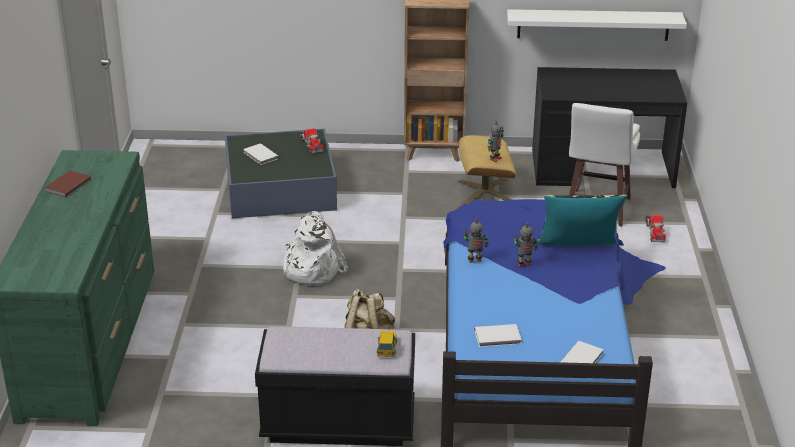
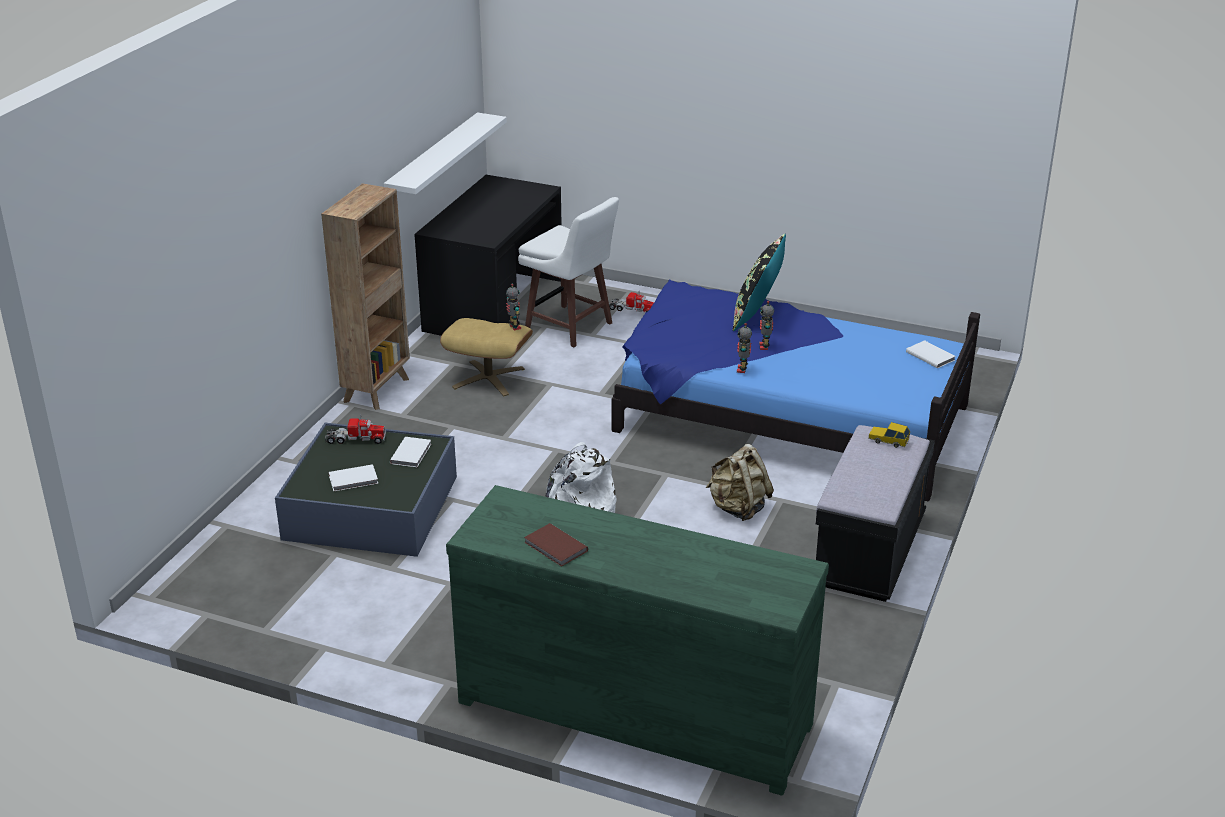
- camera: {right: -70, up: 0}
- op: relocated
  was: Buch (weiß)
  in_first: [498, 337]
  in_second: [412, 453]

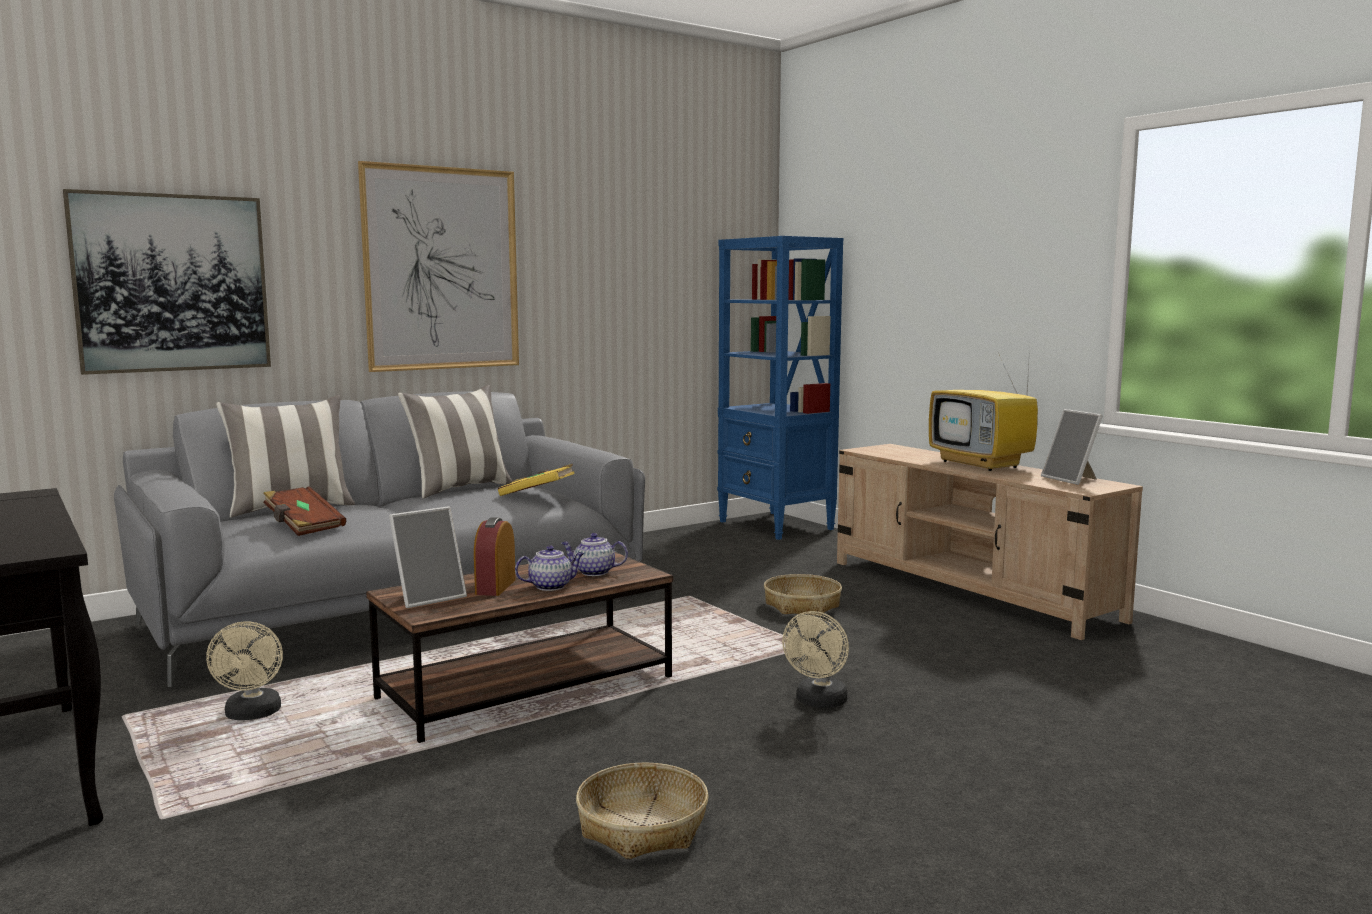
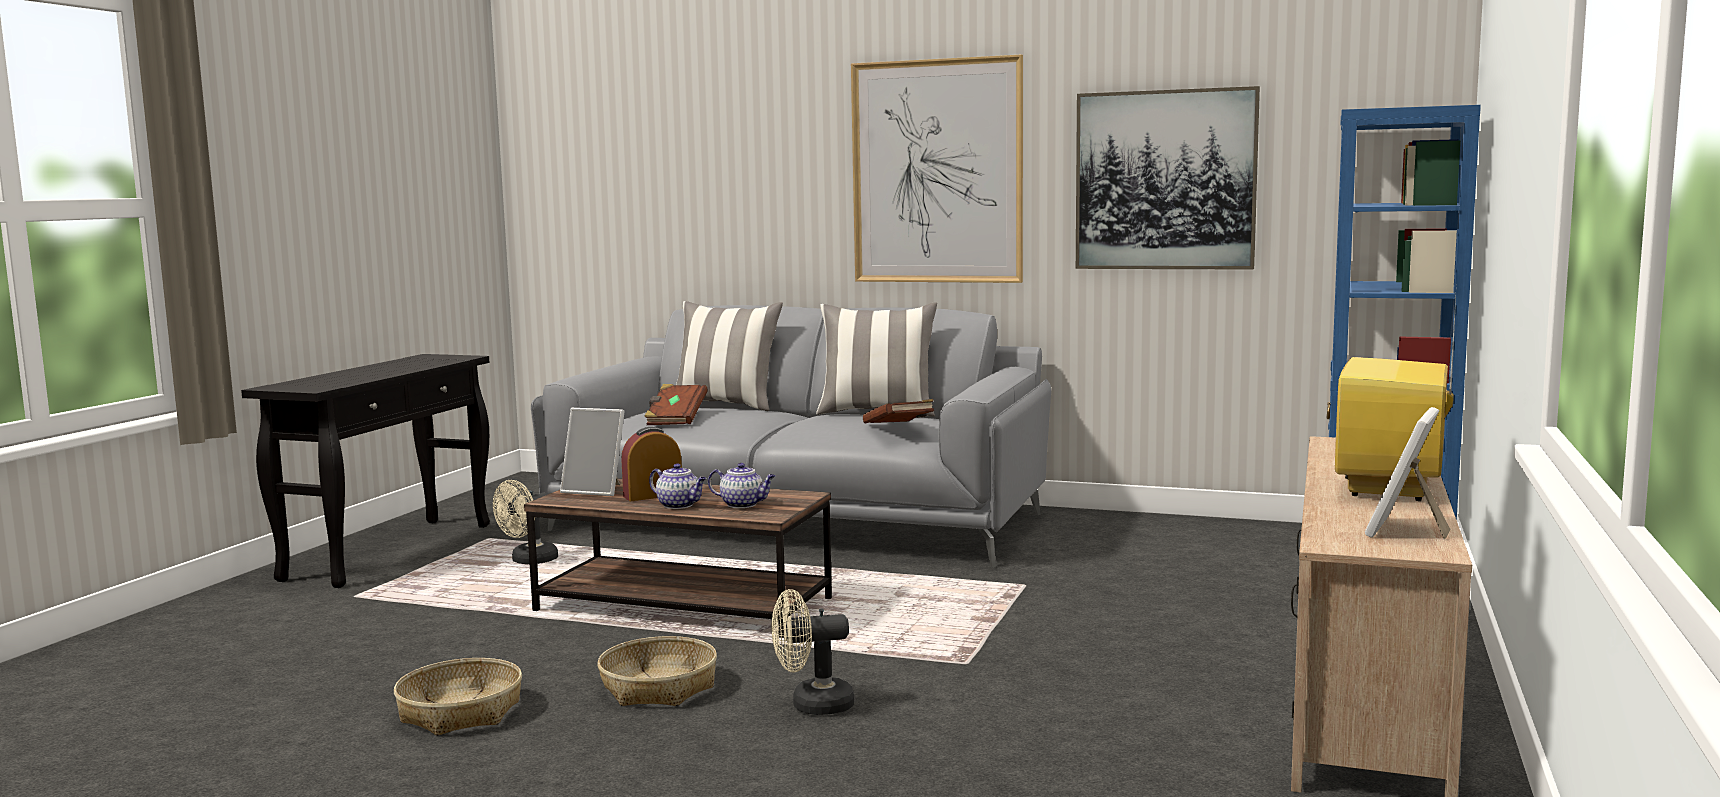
- camera: {right: 55, up: 0}
- op: relocated
  was: Bild
  in_first: [172, 283]
  in_second: [1165, 180]
- op: relocated
  was: Korb
  in_first: [802, 605]
  in_second: [658, 688]
- op: colour
  was: Buch (gelb)
  now: Buch (braun)
  in_first: [537, 494]
  in_second: [899, 428]
- op: spun
  was: Teekanne
  in_first: [593, 572]
  in_second: [743, 504]
  clockwise: 135

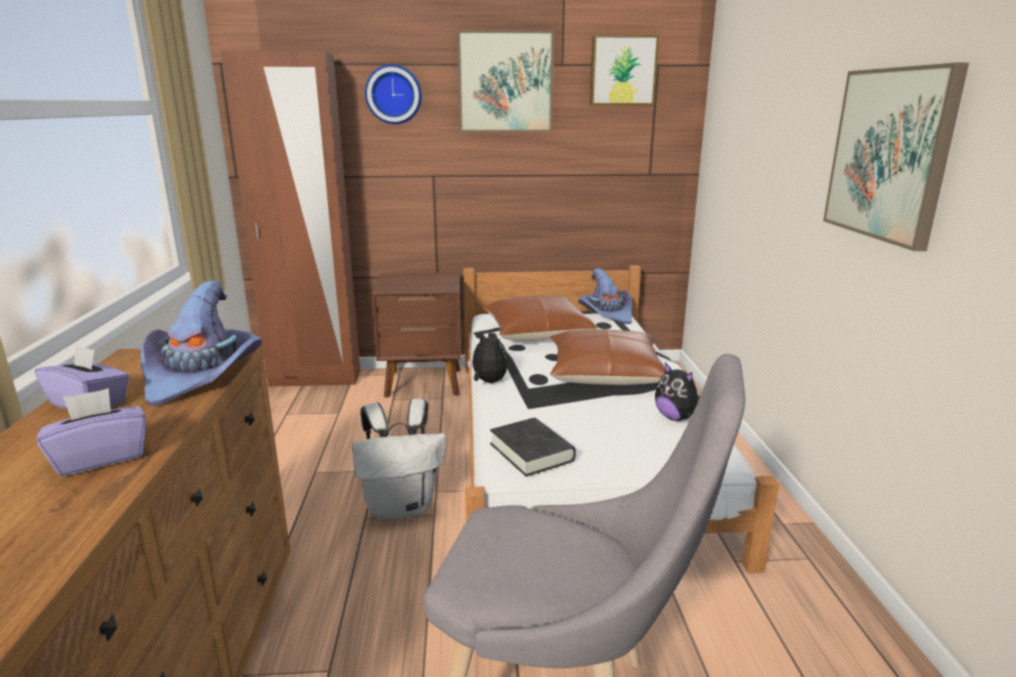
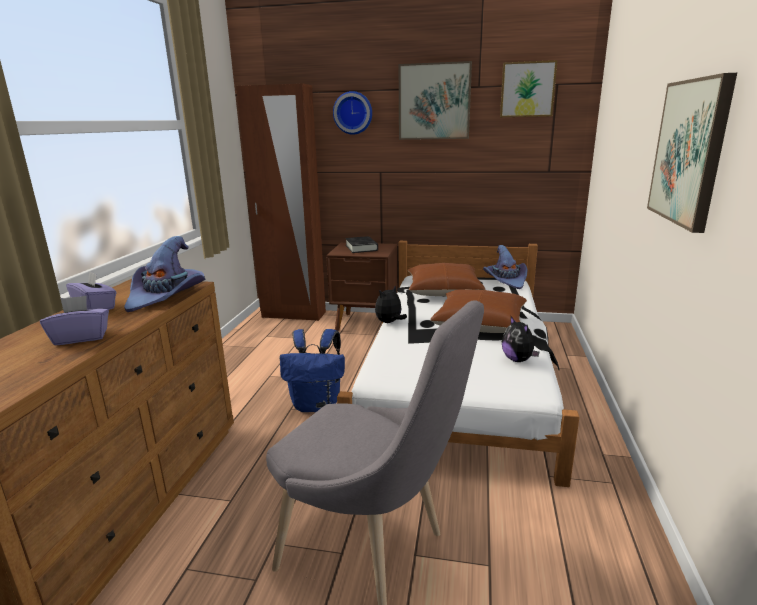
- camera: {right: 15, up: 0}
- op: relocated
  was: Buch (schwarz)
  in_first: [531, 452]
  in_second: [361, 248]
- op: colour
  was: Rucksack (weiß)
  now: Rucksack (blau)
  in_first: [402, 507]
  in_second: [317, 405]
- op: spun
  was: Plüschtier
  in_first: [487, 382]
  in_second: [389, 322]
  clockwise: -105

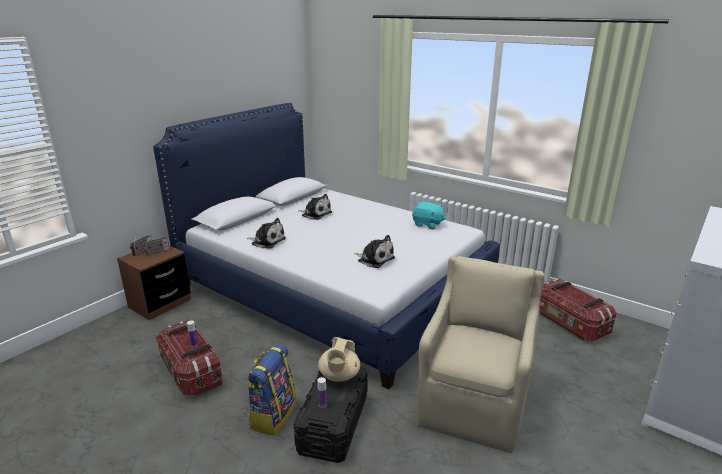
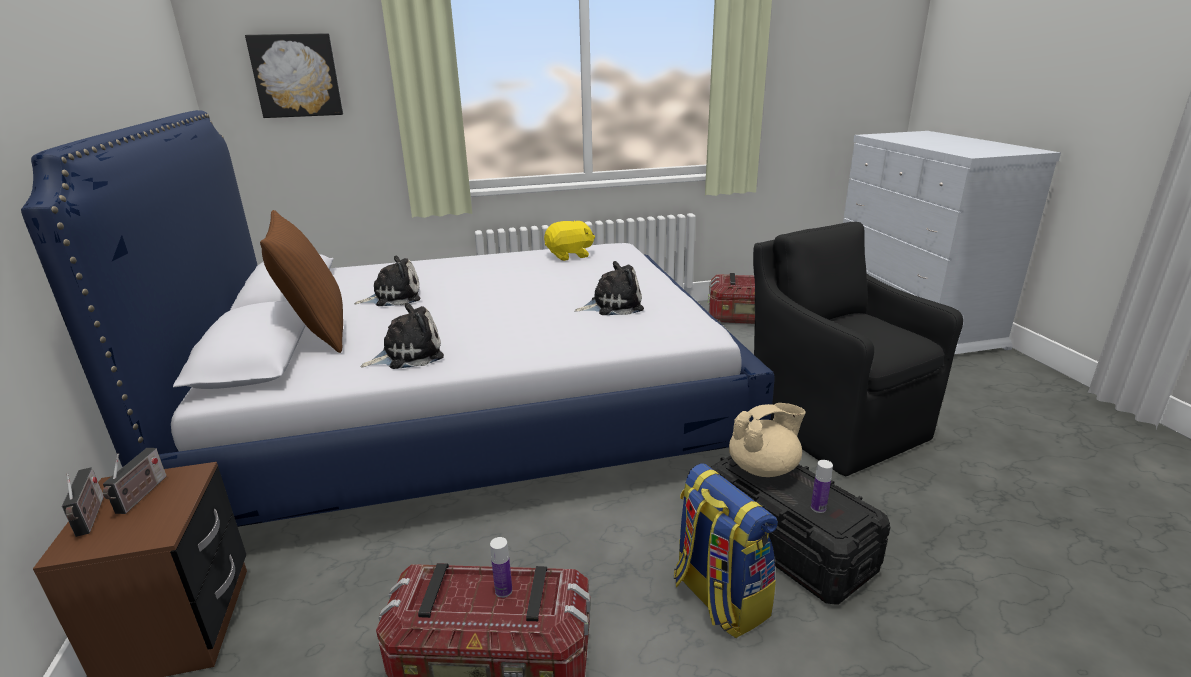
- camera: {right: -50, up: 0}
- op: appeared
  now: Bild
  in_second: [296, 76]
- op: appeared
  now: Kissen (braun)
  in_second: [317, 333]
- op: colour
  was: Plüschtier (türkis)
  now: Plüschtier (gelb)
  in_first: [427, 224]
  in_second: [569, 255]
- op: colour
  was: Sessel (beige)
  now: Sessel (schwarz)
  in_first: [474, 404]
  in_second: [833, 424]
- op: spun
  was: Teekanne (beige)
  in_first: [339, 376]
  in_second: [764, 468]
  clockwise: -75

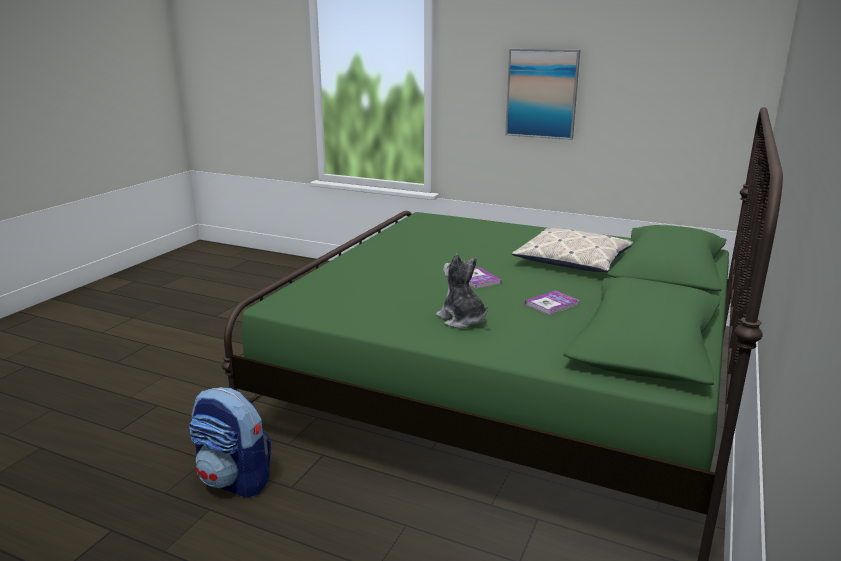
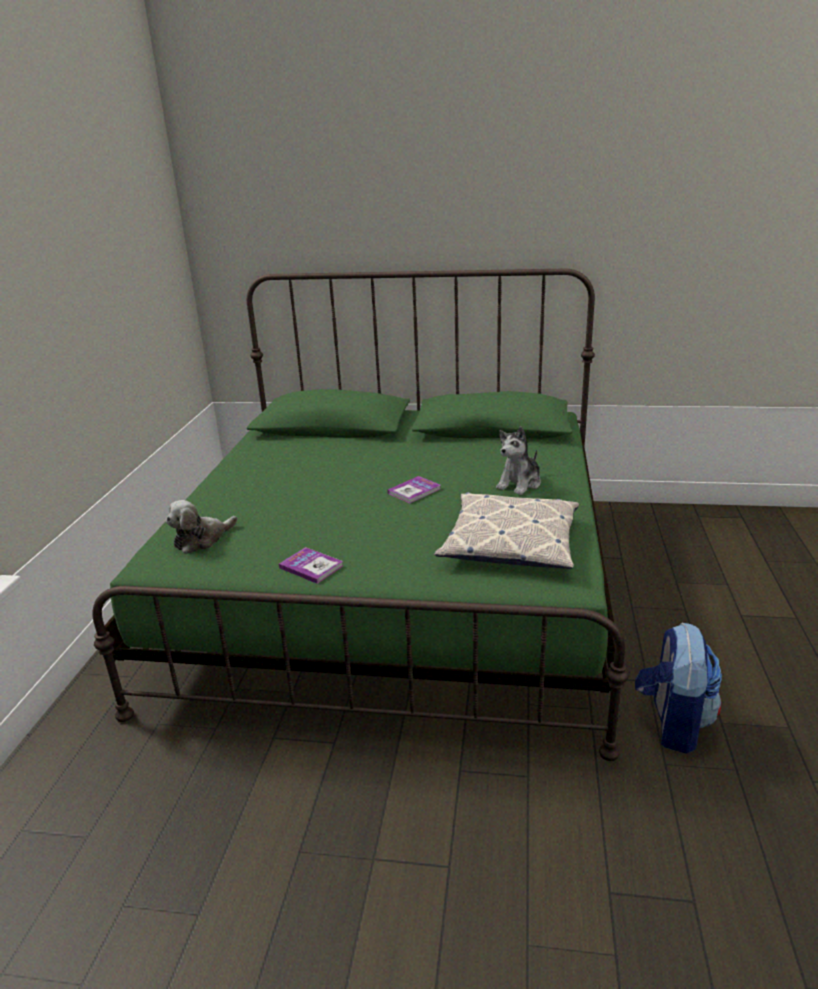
- camera: {right: -105, up: 5}
- op: missing
  was: Bild
  in_first: [542, 94]
- op: appeared
  now: Plüschtier
  in_second: [202, 539]
- op: relocated
  was: Kissen
  in_first: [573, 260]
  in_second: [510, 543]
- op: relocated
  was: Buch
  in_first: [552, 304]
  in_second: [311, 567]

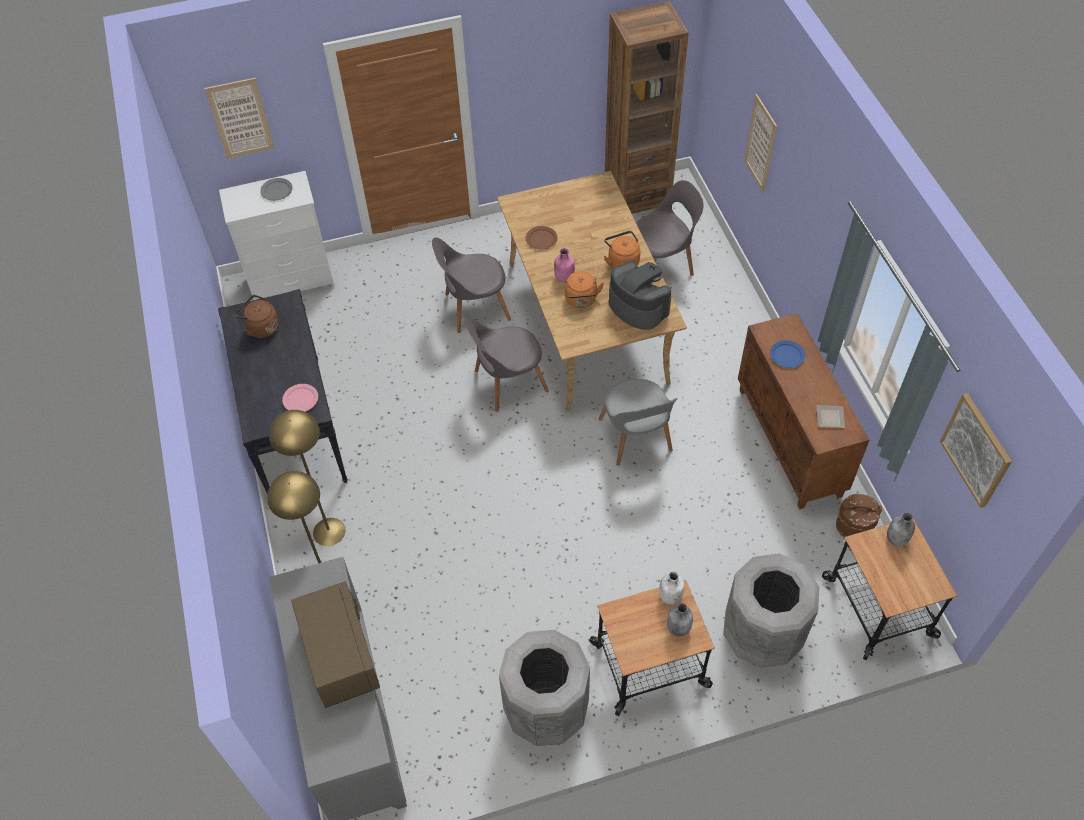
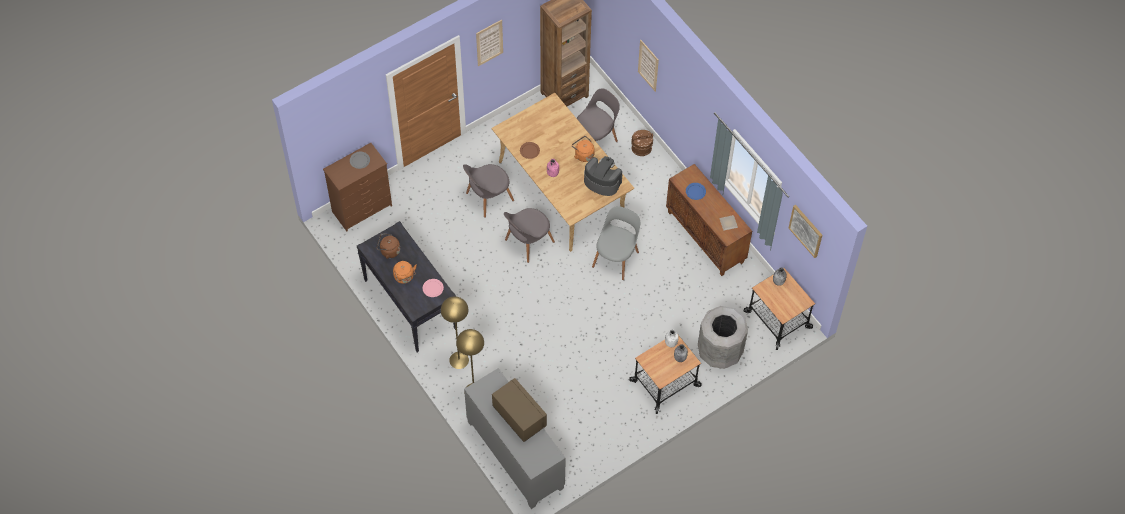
- camera: {right: -20, up: 5}
- op: missing
  was: Mülleimer (grau)
  in_first: [546, 710]
- op: relocated
  was: Bild
  in_first: [240, 118]
  in_second: [489, 42]
- op: relocated
  was: Wasserkessel (orange)
  in_first: [581, 300]
  in_second: [404, 277]
- op: relocated
  was: Eimer (braun)
  in_first: [853, 526]
  in_second: [641, 148]
- op: colour
  was: Kommode (weiß)
  now: Kommode (braun)
  in_first: [292, 281]
  in_second: [362, 208]
- op: spun
  was: Stuhl (grau)
  in_first: [635, 437]
  in_second: [616, 257]
  clockwise: -120

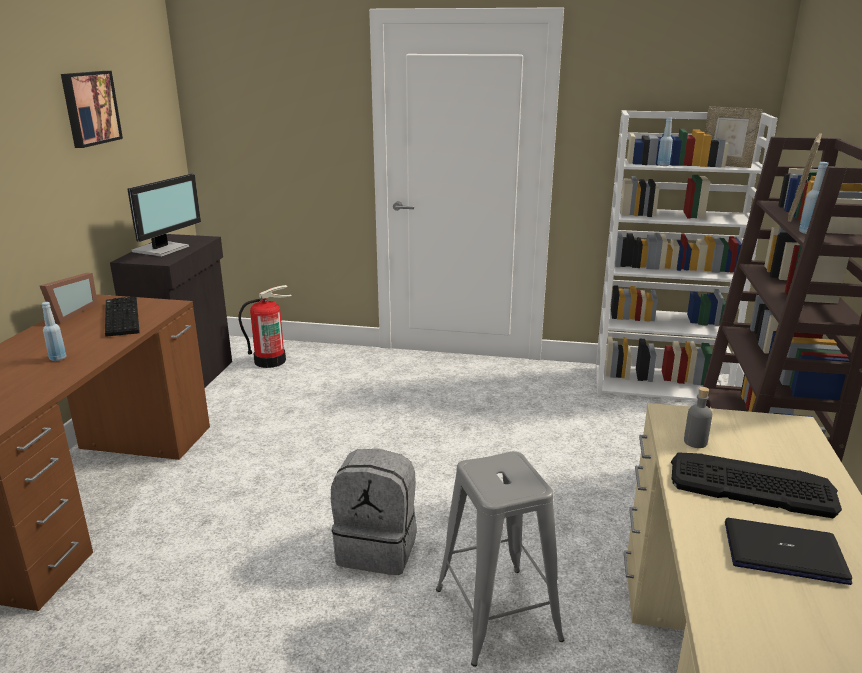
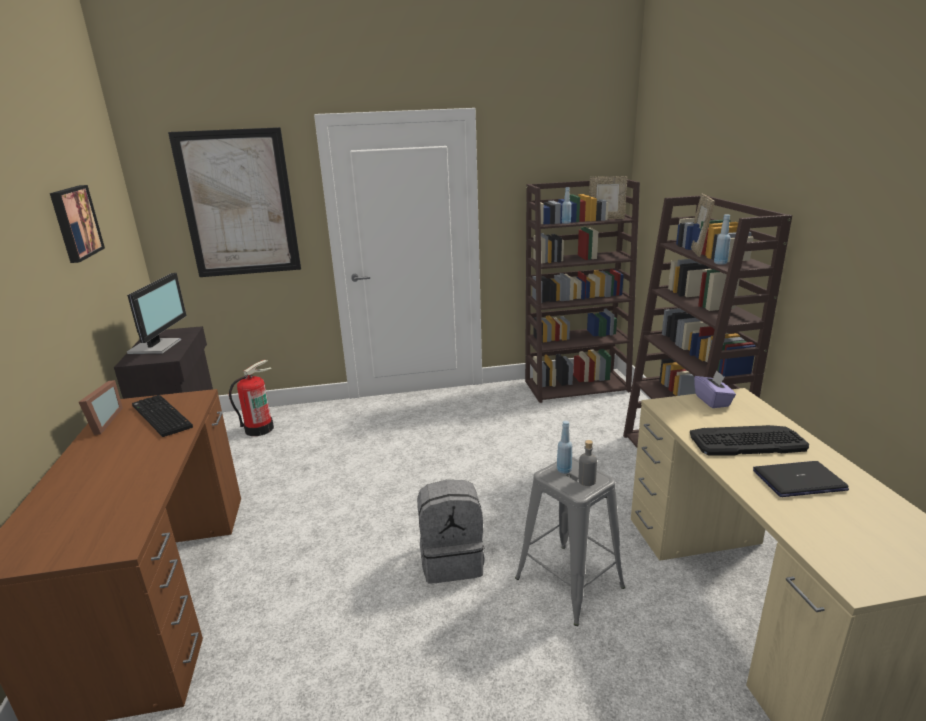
- camera: {right: -20, up: 0}
- op: appeared
  now: Bild
  in_second: [238, 204]
- op: appeared
  now: Taschentuchbox (lila)
  in_second: [712, 401]
- op: relocated
  was: Flasche (blau)
  in_first: [58, 358]
  in_second: [564, 470]
- op: relocated
  was: Flasche (grau)
  in_first: [695, 442]
  in_second: [587, 481]
- op: colour
  was: Bücherregal (weiß)
  now: Bücherregal (braun)
  in_first: [660, 385]
  in_second: [577, 386]

